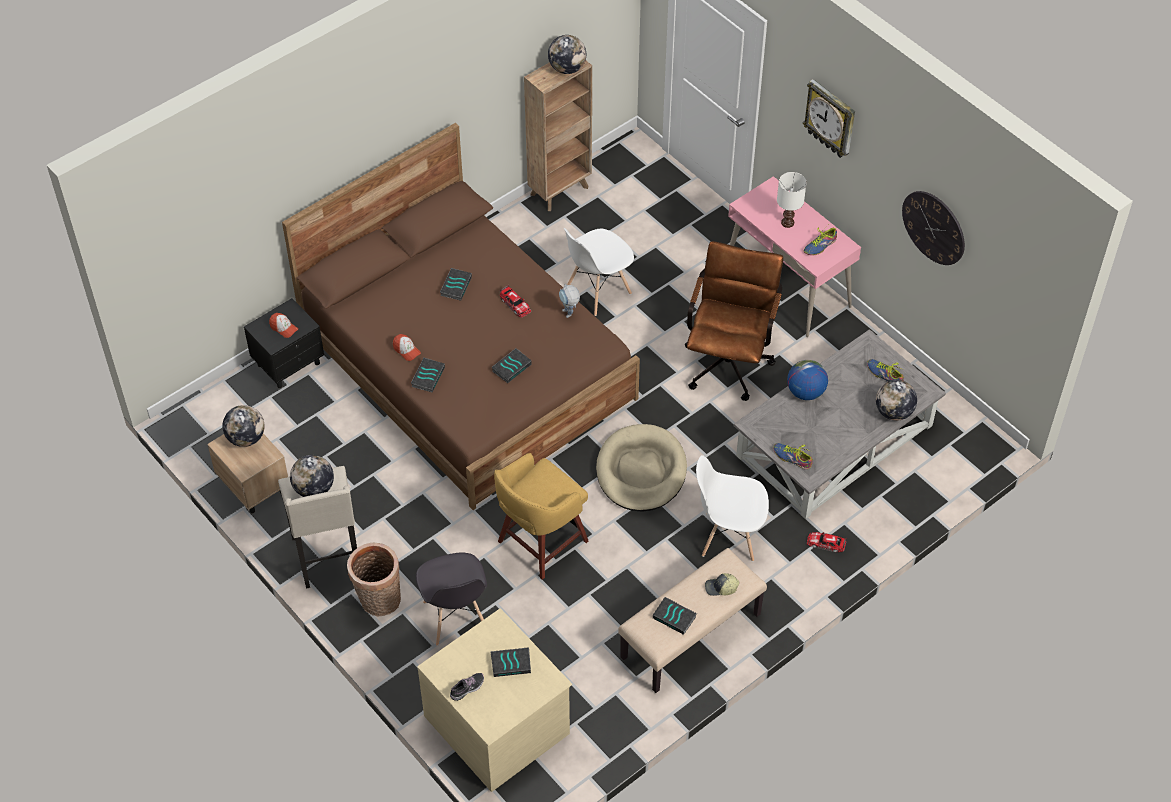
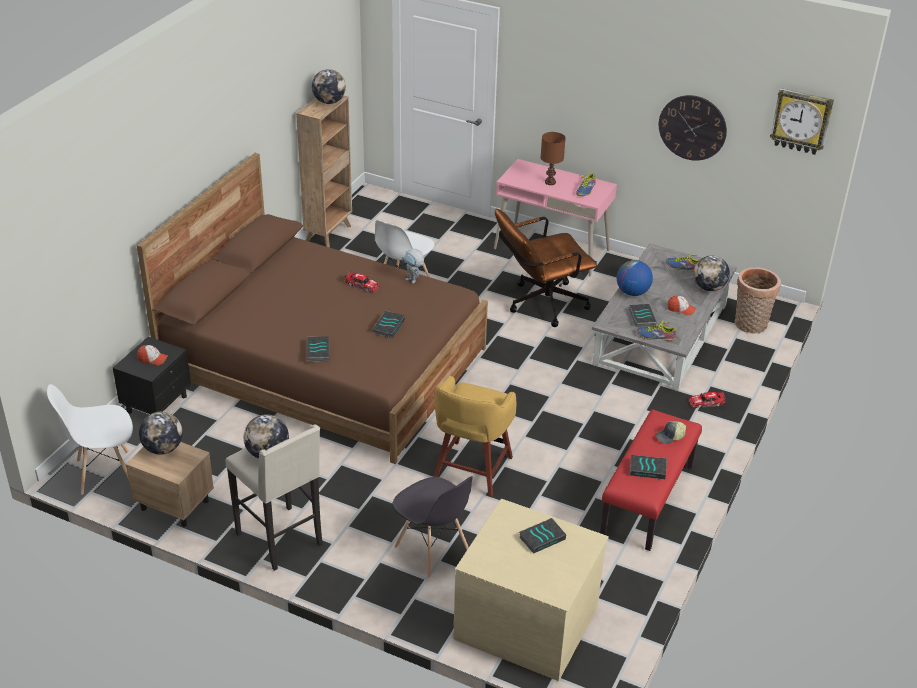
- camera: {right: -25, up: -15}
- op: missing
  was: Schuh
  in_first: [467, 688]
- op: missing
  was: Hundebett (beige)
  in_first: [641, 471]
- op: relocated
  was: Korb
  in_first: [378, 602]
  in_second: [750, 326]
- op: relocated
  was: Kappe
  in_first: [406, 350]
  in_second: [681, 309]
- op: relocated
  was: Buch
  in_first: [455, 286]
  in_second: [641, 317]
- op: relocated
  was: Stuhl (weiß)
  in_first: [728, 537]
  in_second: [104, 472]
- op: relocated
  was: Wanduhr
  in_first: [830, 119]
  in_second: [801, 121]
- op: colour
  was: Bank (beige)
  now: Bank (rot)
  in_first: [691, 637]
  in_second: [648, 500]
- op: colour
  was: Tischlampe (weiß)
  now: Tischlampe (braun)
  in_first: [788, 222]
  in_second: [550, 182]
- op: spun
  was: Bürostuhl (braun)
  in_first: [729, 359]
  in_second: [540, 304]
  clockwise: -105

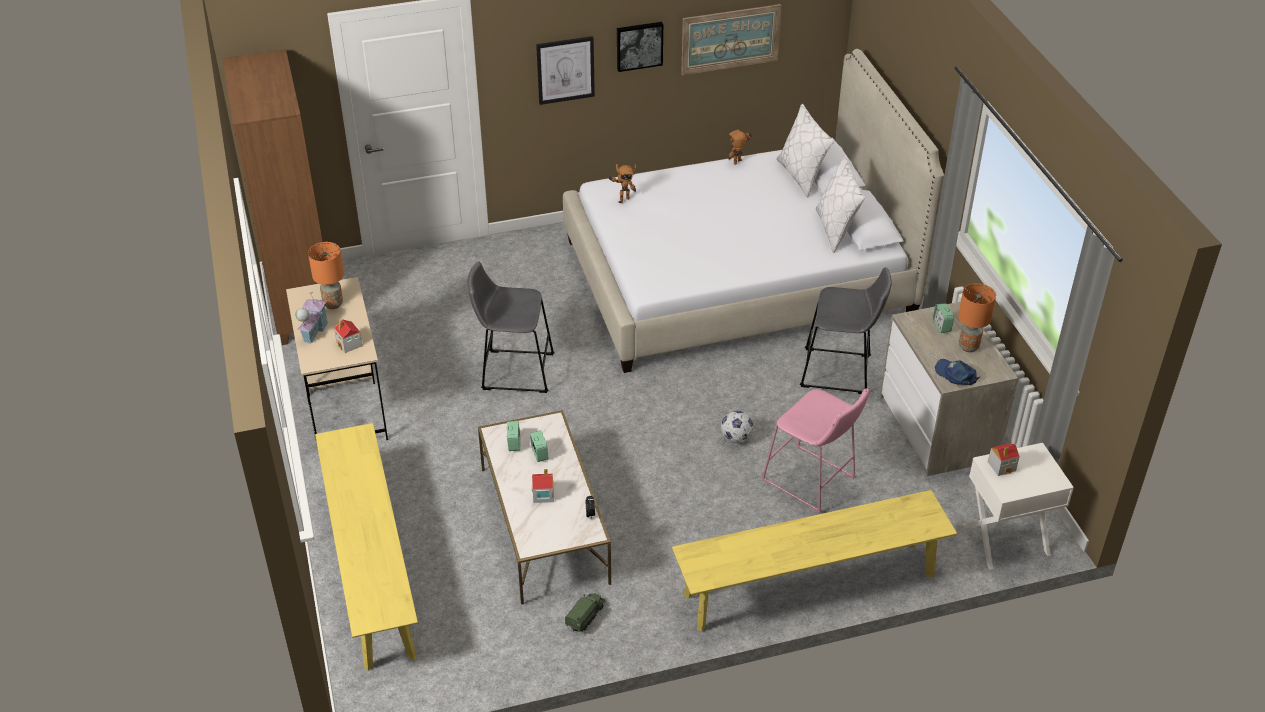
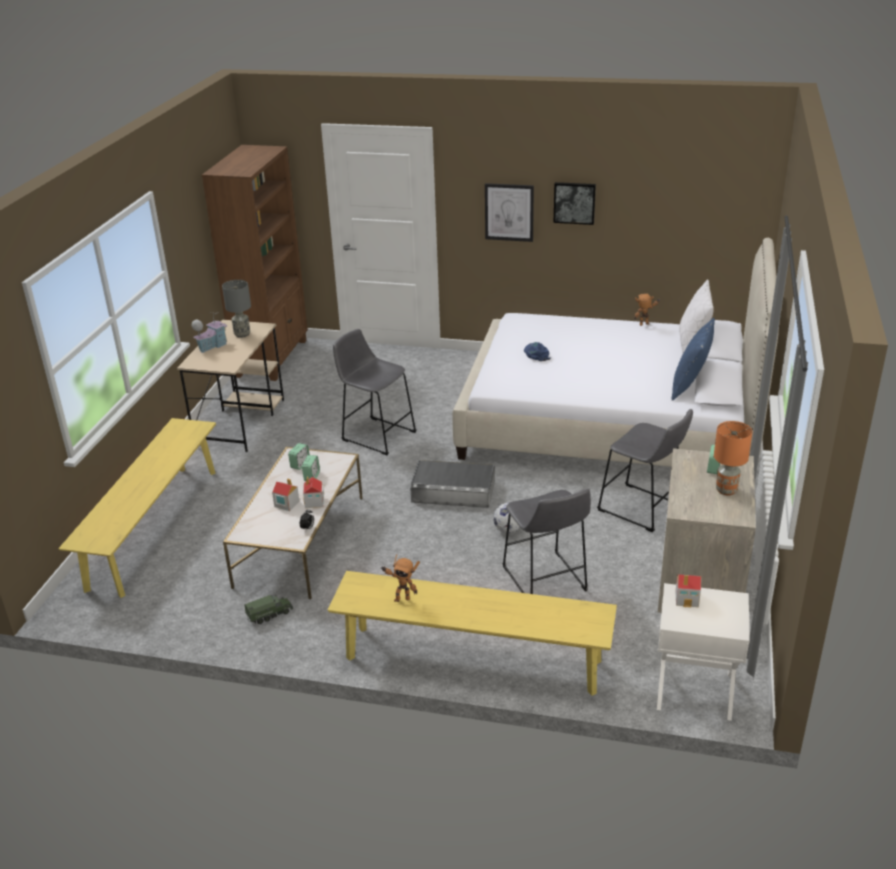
- camera: {right: 30, up: -10}
- op: missing
  was: Bild
  in_first: [730, 39]
- op: appeared
  now: Aufbewahrungsbox (grau)
  in_second: [453, 491]
- op: relocated
  was: Spielzeughaus
  in_first: [349, 344]
  in_second: [314, 502]
- op: relocated
  was: Spielzeugroboter
  in_first: [622, 199]
  in_second: [401, 598]
- op: relocated
  was: Kappe (blau)
  in_first: [956, 374]
  in_second: [536, 354]
- op: colour
  was: Tischlampe (orange)
  now: Tischlampe (grau)
  in_first: [333, 304]
  in_second: [242, 334]
- op: colour
  was: Hocker (rosa)
  now: Hocker (grau)
  in_first: [812, 482]
  in_second: [545, 582]
- op: colour
  was: Kissen (weiß)
  now: Kissen (blau)
  in_first: [836, 229]
  in_second: [690, 386]

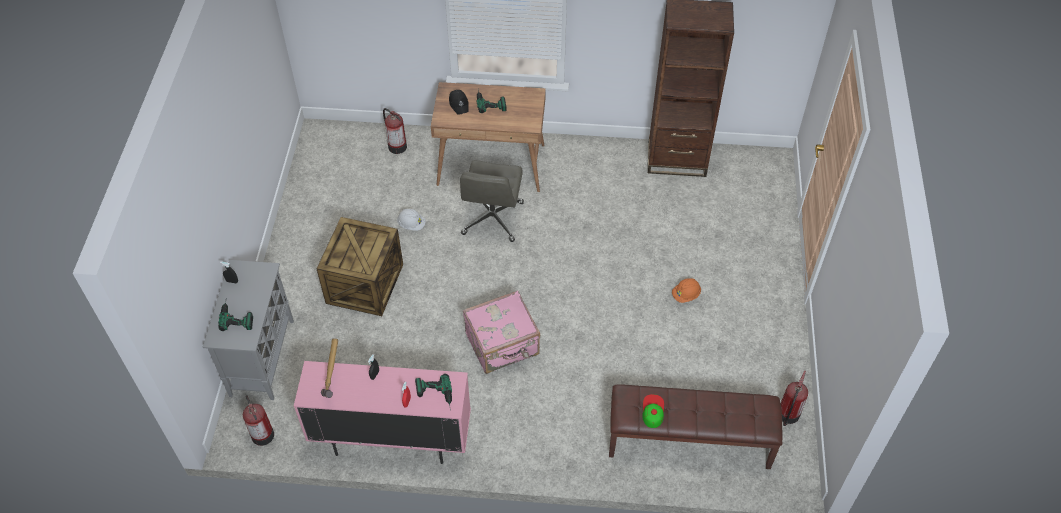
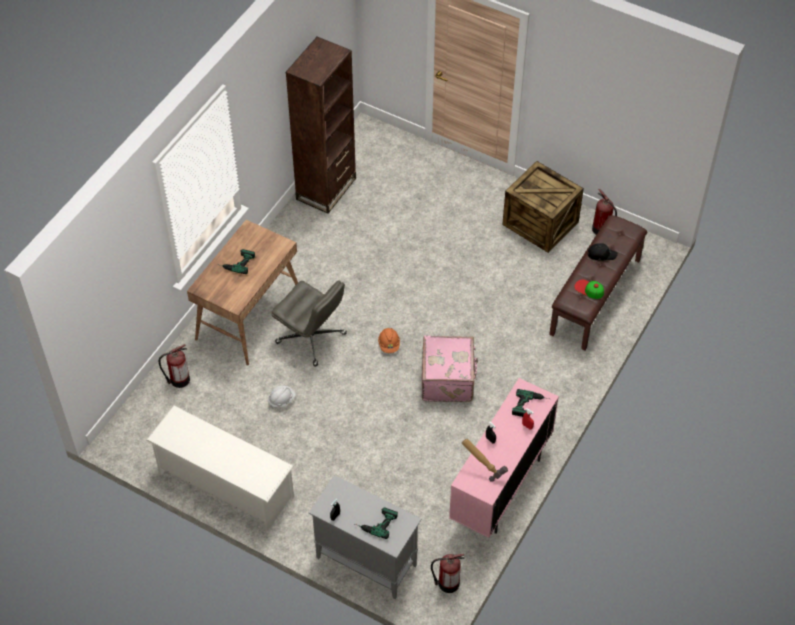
- camera: {right: -65, up: 0}
- op: appeared
  now: Schuhregal (weiß)
  in_second: [225, 485]
- op: relocated
  was: Kiste
  in_first: [366, 284]
  in_second: [541, 223]
- op: relocated
  was: Kappe (schwarz)
  in_first: [459, 104]
  in_second: [601, 254]
- op: relocated
  was: Schutzhelm (orange)
  in_first: [686, 295]
  in_second: [389, 344]

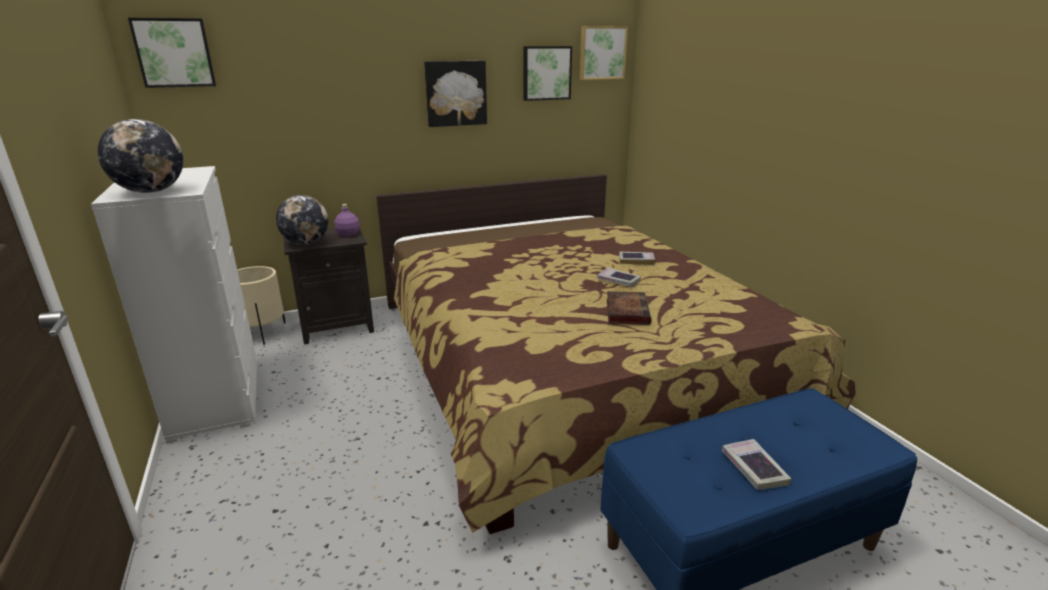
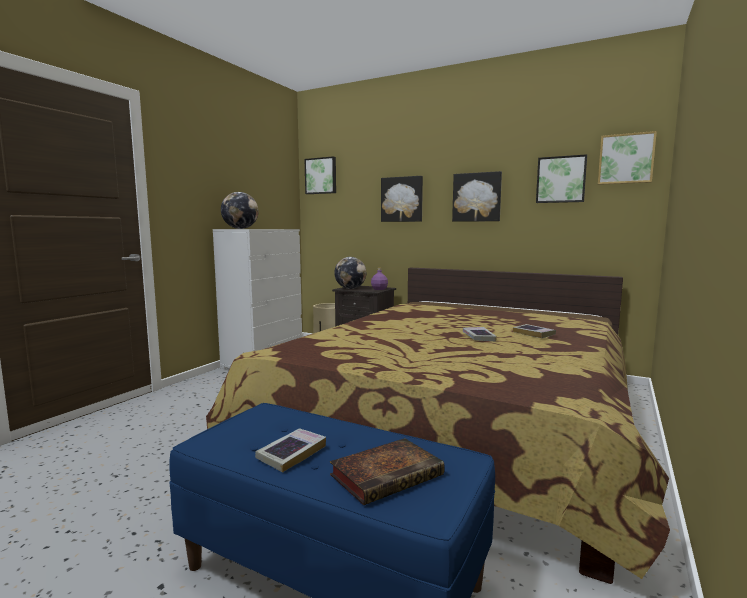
- camera: {right: 50, up: -15}
- op: appeared
  now: Bild
  in_second: [402, 199]
- op: relocated
  was: Buch
  in_first: [626, 311]
  in_second: [388, 474]

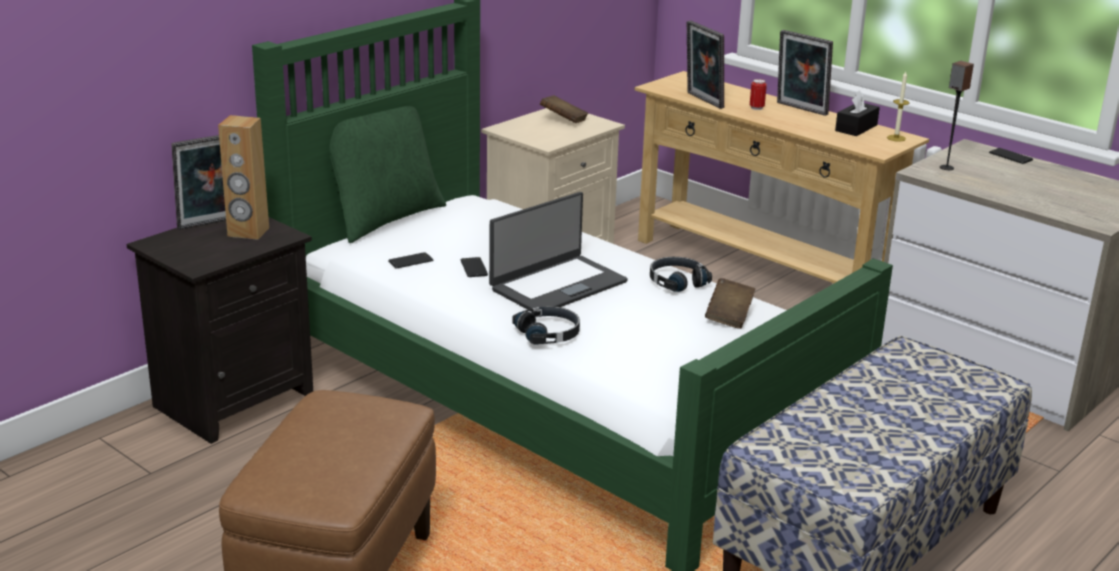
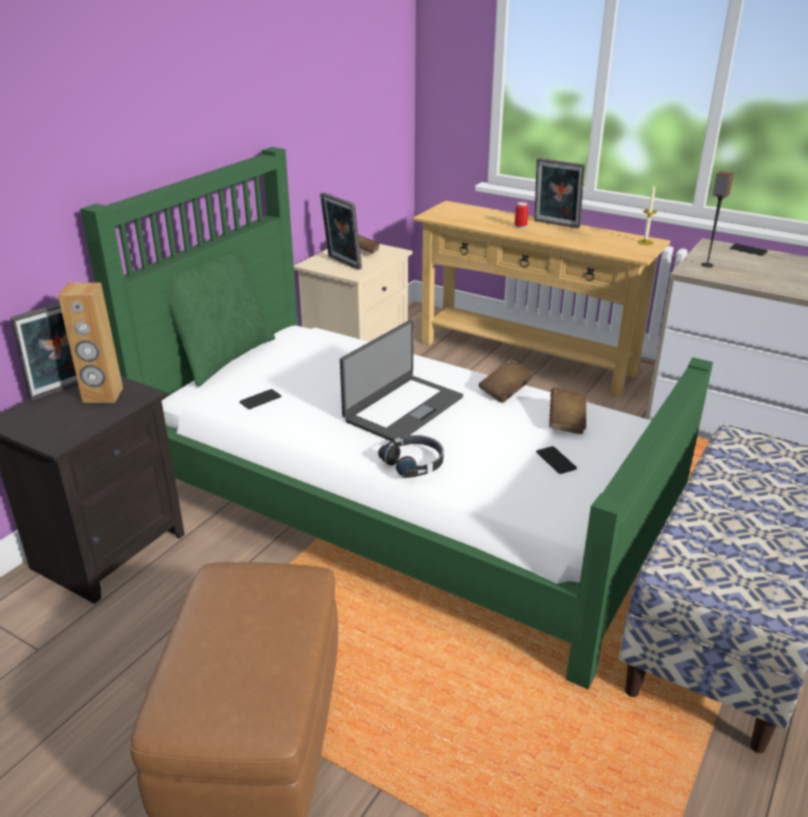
- camera: {right: -10, up: 5}
- op: missing
  was: Taschentuchbox (schwarz)
  in_first: [856, 128]
- op: relocated
  was: Handy
  in_first: [474, 268]
  in_second: [556, 460]
- op: relocated
  was: Bilderrahmen
  in_first: [702, 101]
  in_second: [342, 263]
- op: exchanged
  was: Kopfhörer (schwarz)
  now: Buch (braun)
  in_first: [677, 281]
  in_second: [505, 391]

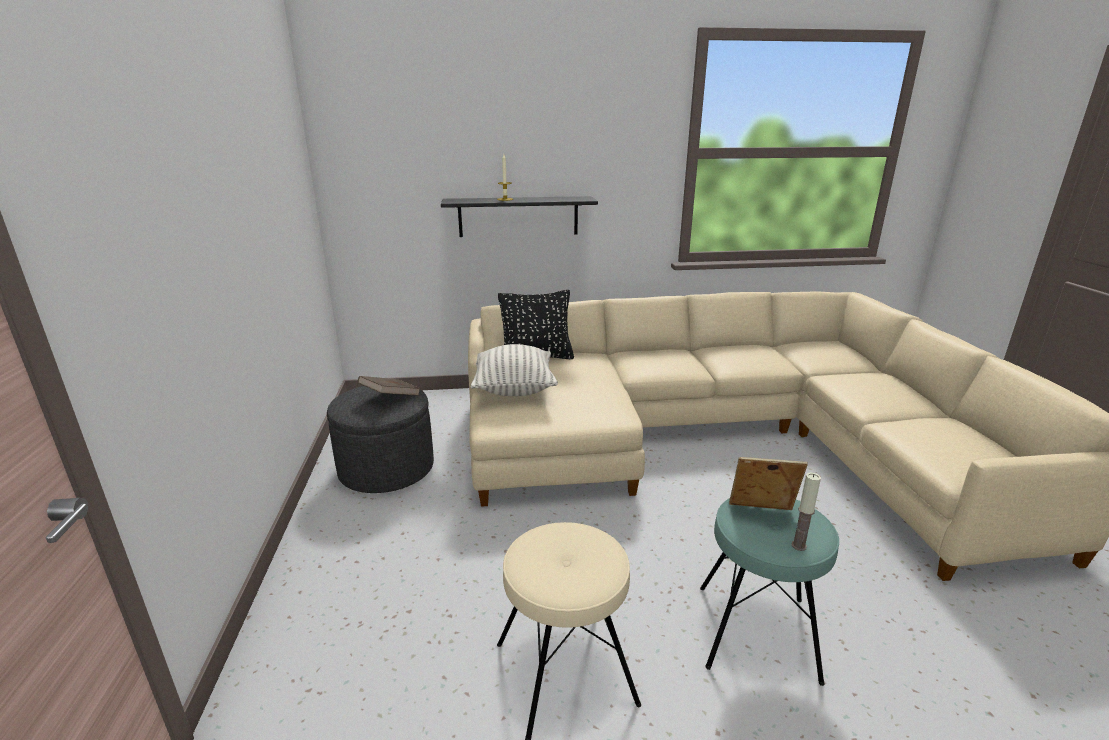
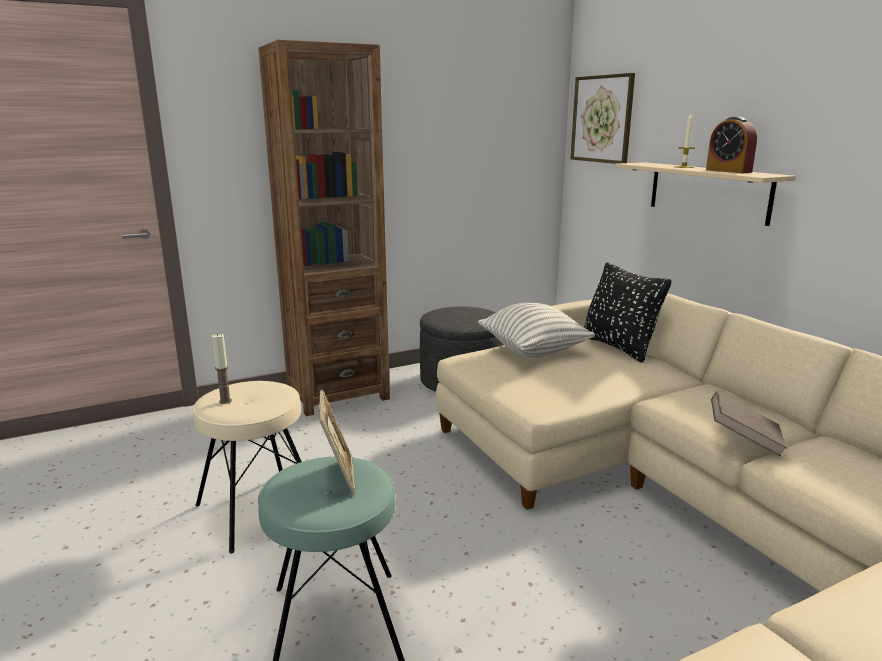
- camera: {right: 70, up: -5}
- op: appeared
  now: Bücherregal (braun)
  in_second: [337, 393]
- op: appeared
  now: Bild
  in_second: [602, 119]
- op: appeared
  now: Wecker
  in_second: [728, 171]
- op: relocated
  was: Buch (braun)
  in_first: [390, 397]
  in_second: [744, 439]
- op: relocated
  was: Kerze
  in_first: [799, 546]
  in_second: [225, 401]
- op: colour
  was: Wandregal (schwarz)
  now: Wandregal (beige)
  in_first: [518, 216]
  in_second: [708, 191]

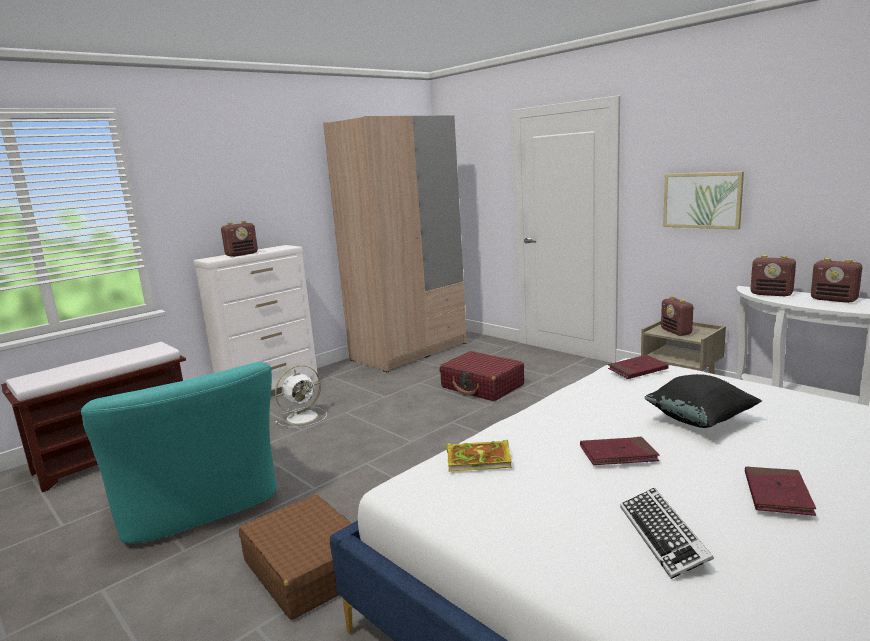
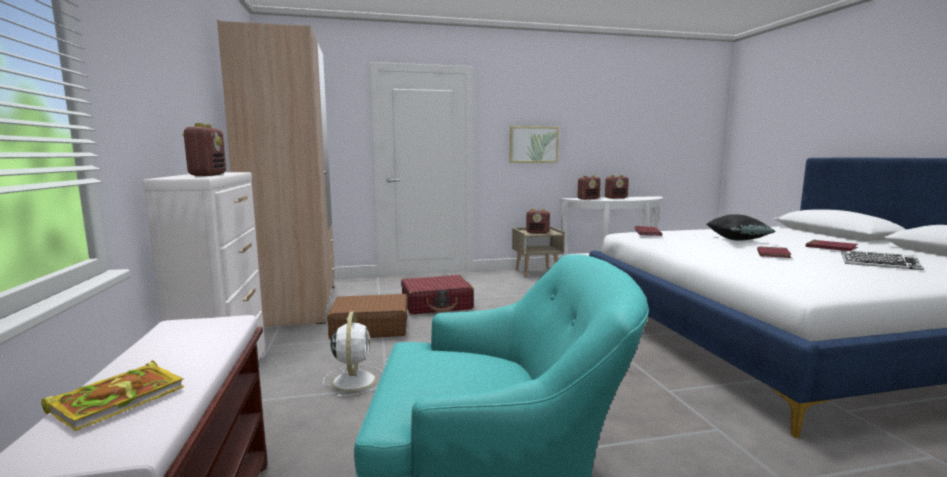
- camera: {right: -60, up: -5}
- op: relocated
  was: Koffer (braun)
  in_first: [308, 568]
  in_second: [370, 328]
- op: relocated
  was: Buch
  in_first: [480, 459]
  in_second: [120, 398]

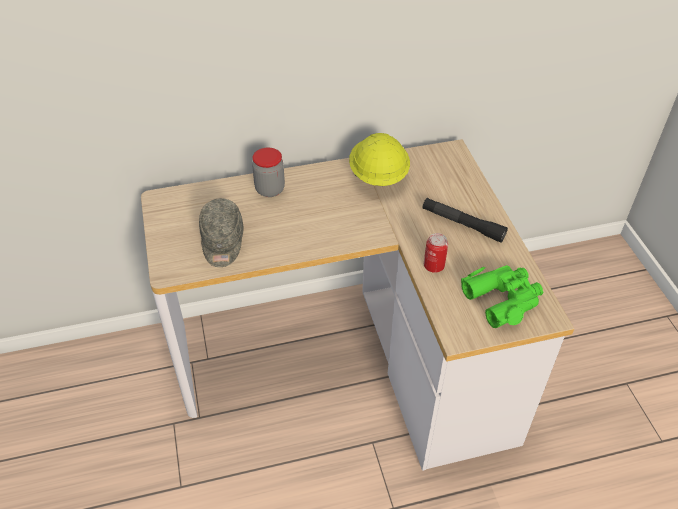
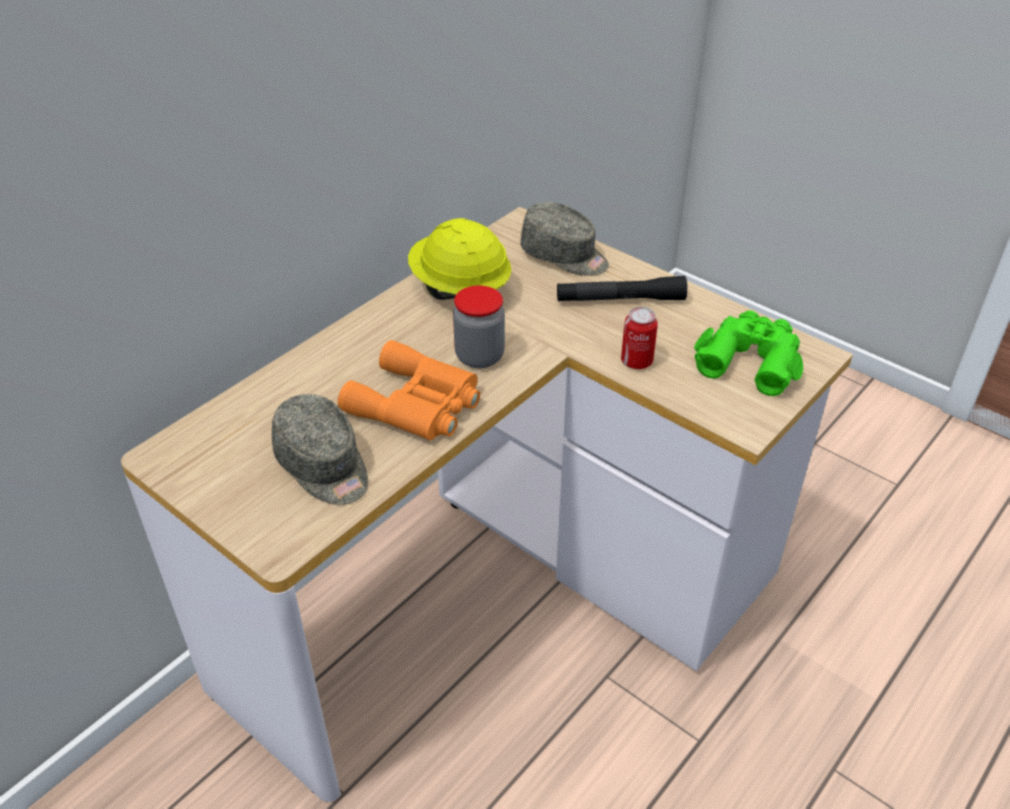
- camera: {right: -35, up: -5}
- op: appeared
  now: Fernglas (orange)
  in_second: [417, 405]
- op: appeared
  now: Kappe (grau)
  in_second: [564, 256]
- op: relocated
  was: Vorratsglas
  in_first: [270, 189]
  in_second: [479, 356]

